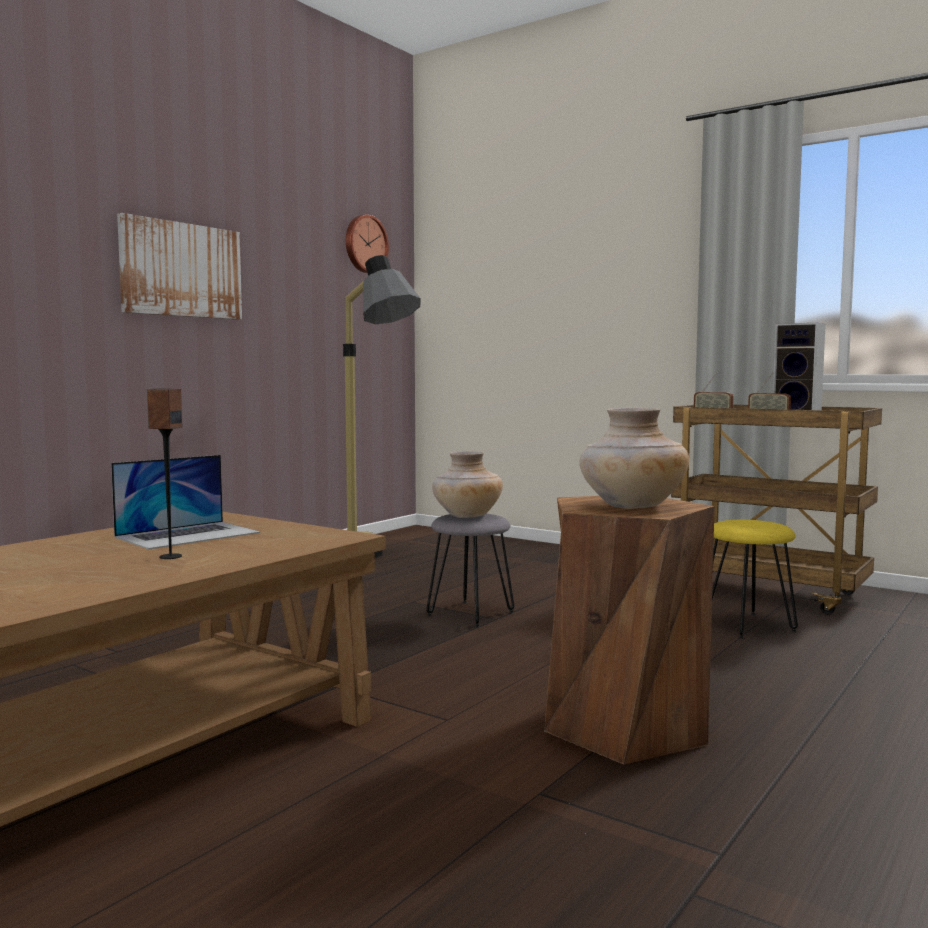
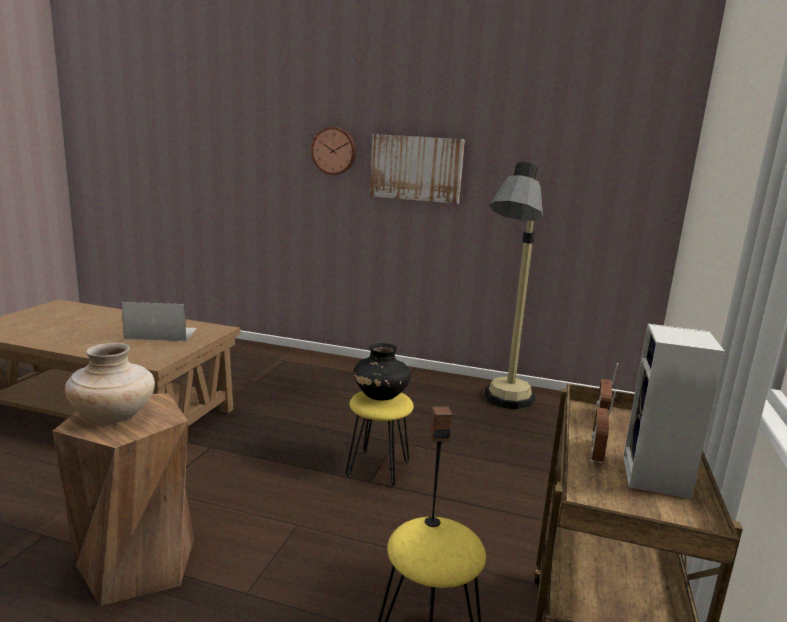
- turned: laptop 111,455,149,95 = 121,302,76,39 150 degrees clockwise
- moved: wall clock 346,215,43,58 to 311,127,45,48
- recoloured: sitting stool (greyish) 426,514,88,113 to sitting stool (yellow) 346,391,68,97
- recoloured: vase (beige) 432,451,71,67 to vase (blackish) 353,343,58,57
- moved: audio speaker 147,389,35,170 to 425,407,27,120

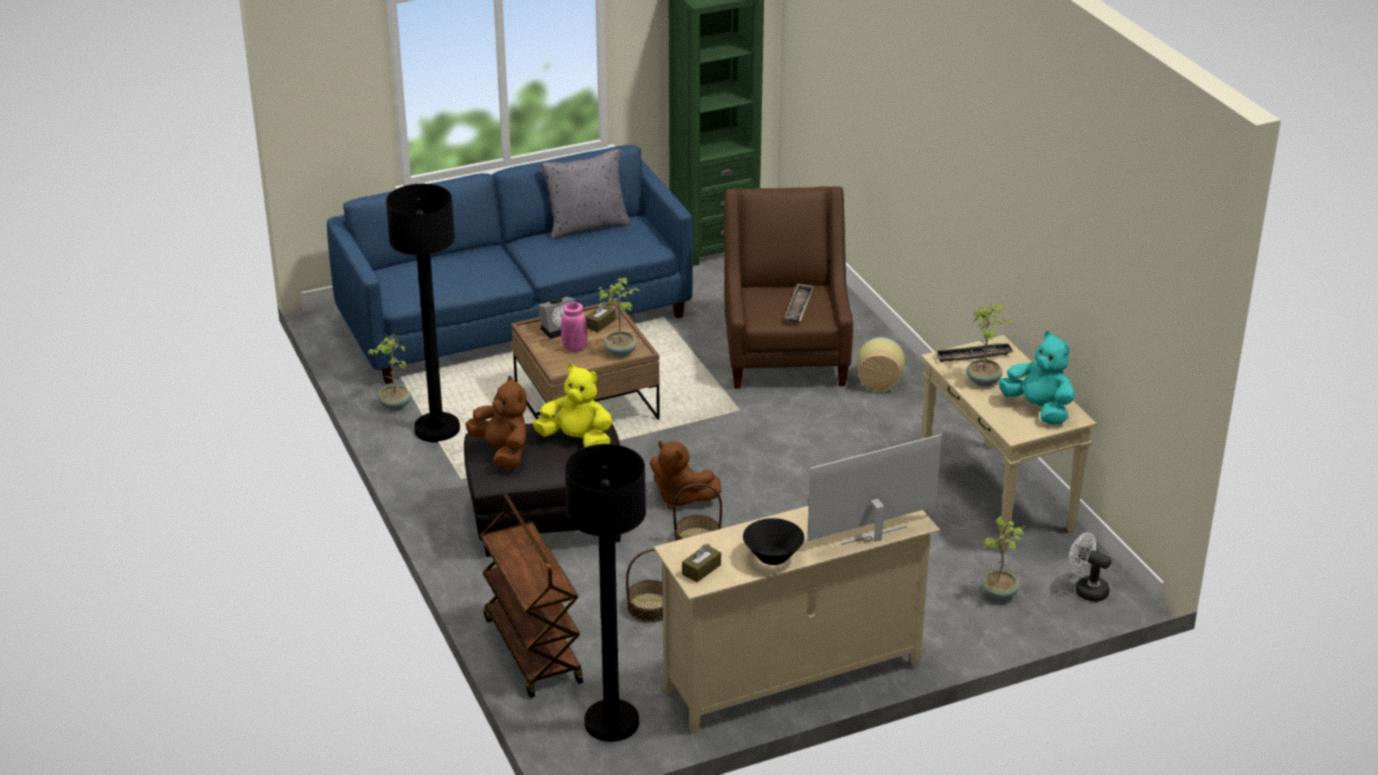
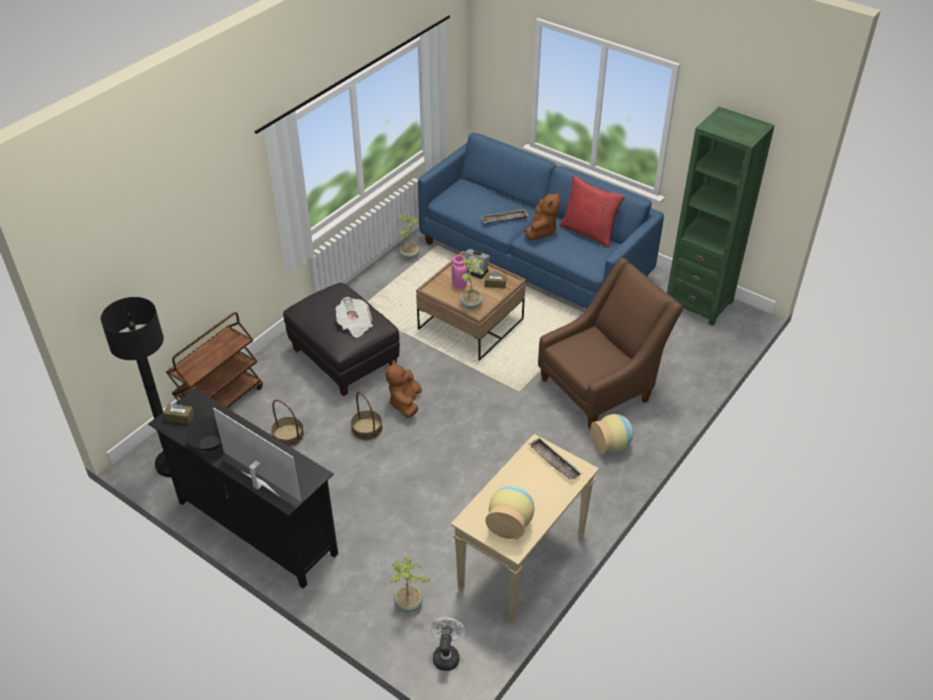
- recoloured: media console (beige) 653,506,287,228 to media console (blackish) 148,388,190,201
- replaced: cuddly toy (yellow) 533,364,79,83 to daily paper 336,297,37,41
- moved: serving tray 784,283,30,40 to 481,209,47,15
- replaced: cuddly toy (blue-green) 999,331,76,93 to vase 485,486,49,53
- moved: cuddly toy (brown-coloured) 465,376,62,93 to 525,192,35,48
- recoloured: pillow (greyish) 541,149,90,90 to pillow (reddish) 559,175,66,73
- removed: floor lamp (blackish) 386,184,74,258
- removed: plant in a pot 967,304,47,83

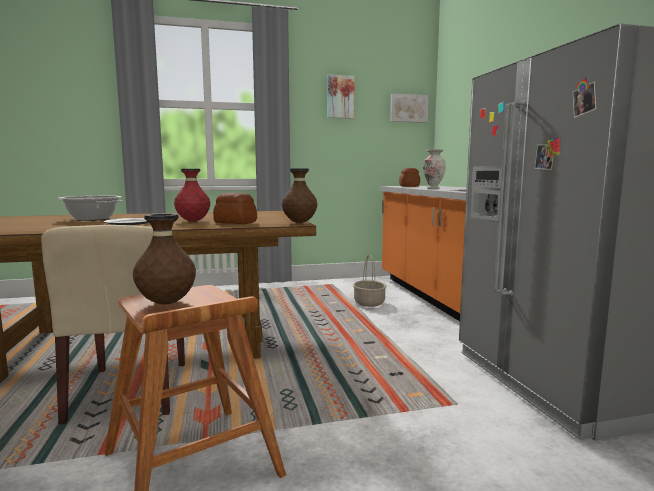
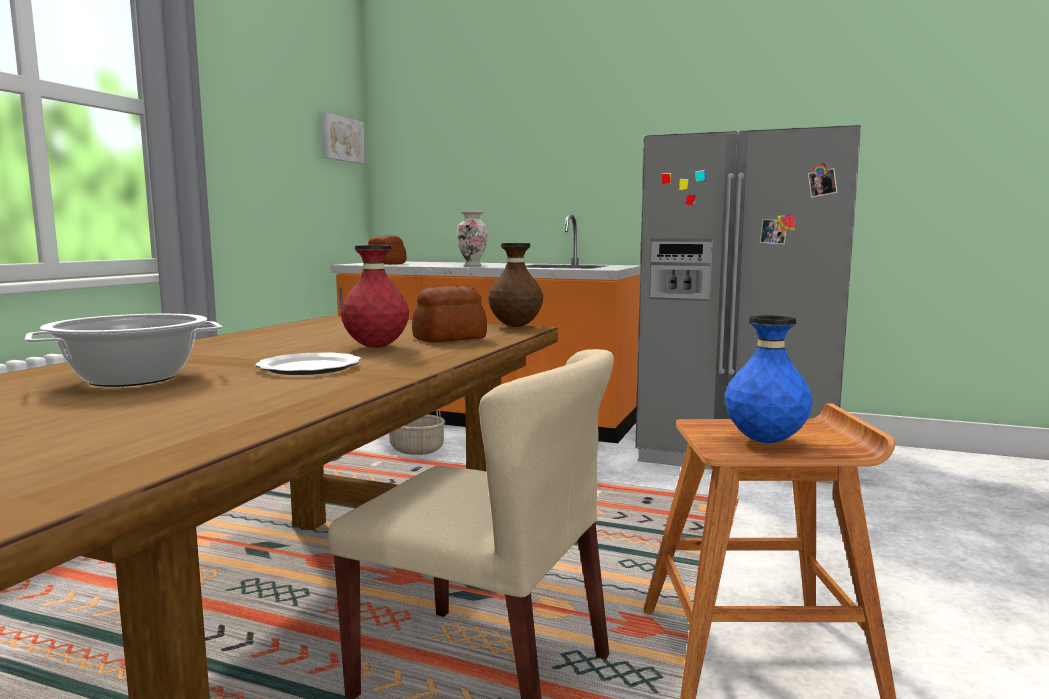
- recoloured: vase (brown-coloured) 133,213,63,91 to vase (blue) 725,315,88,128
- removed: wall picture 327,74,28,45

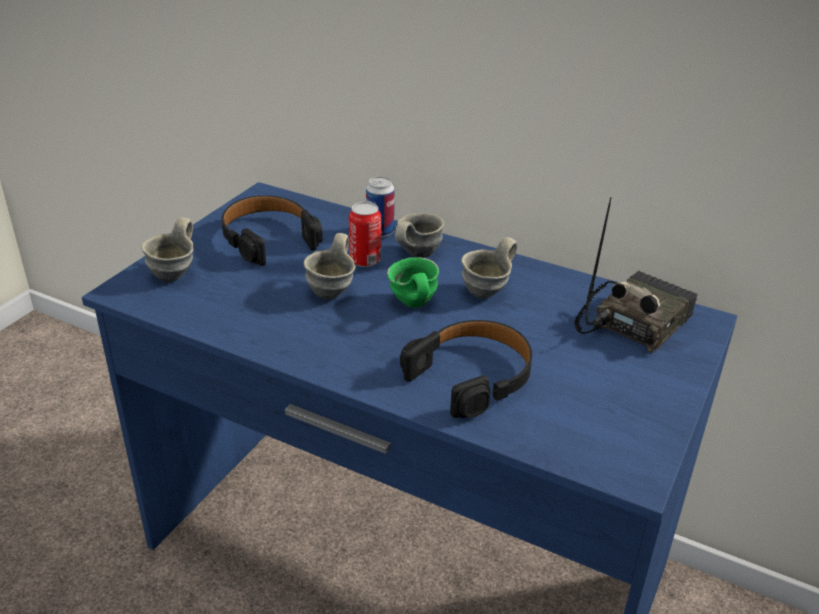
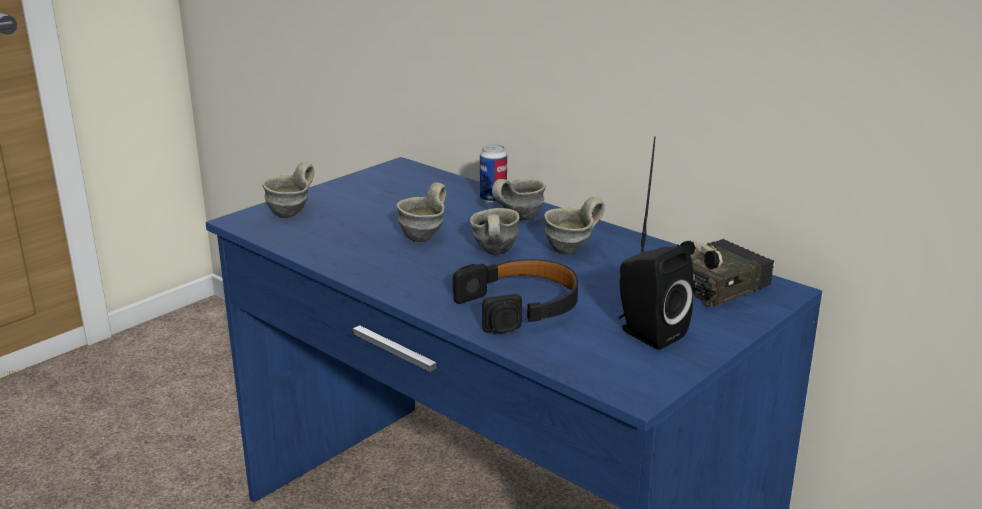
- recoloured: coffee mug (green) 387,257,52,51 to coffee mug (greyish) 470,208,50,47
- added: audio speaker (blackish) 618,246,75,104
- removed: headset (blackish) 221,195,102,71
- removed: sealed can 349,202,32,65

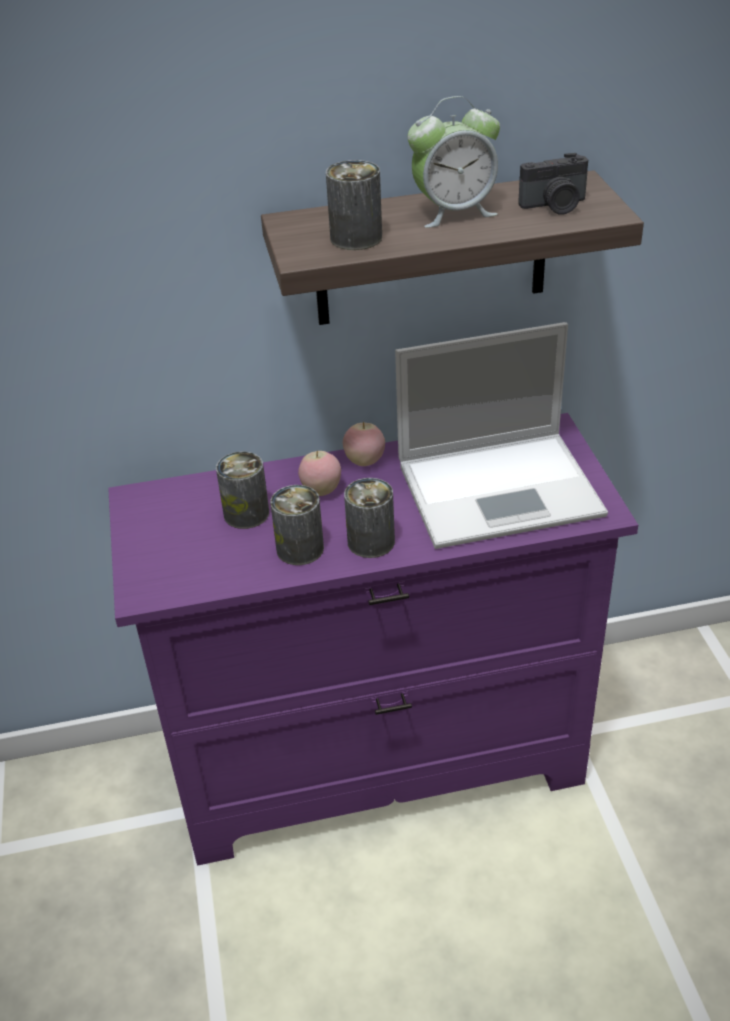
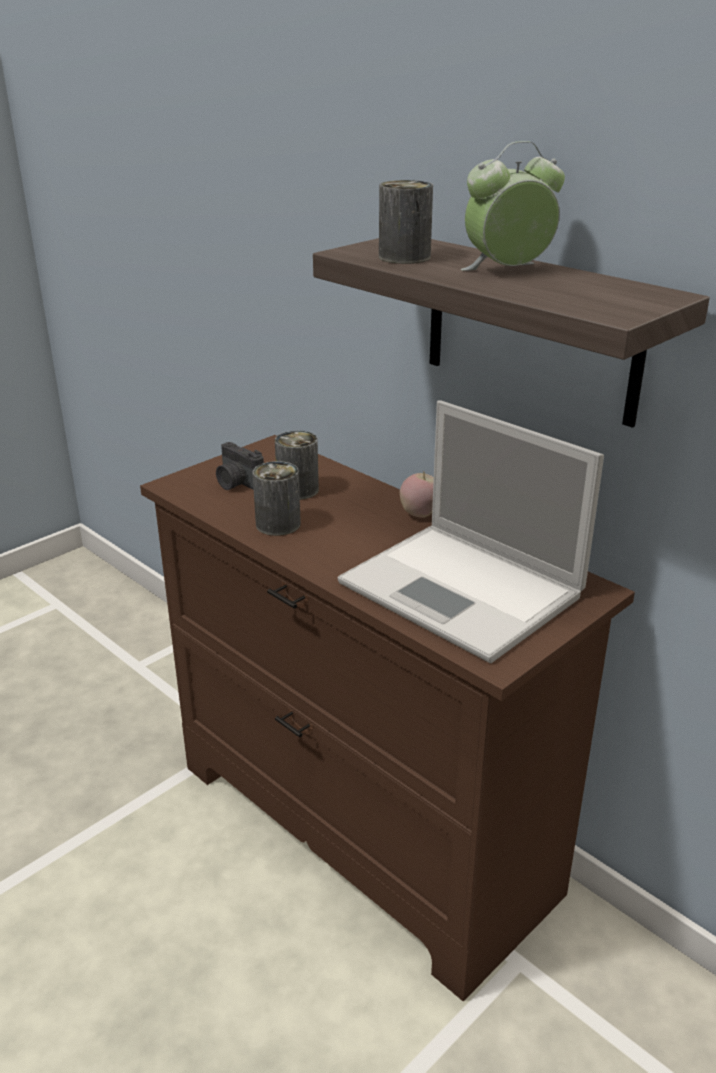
- recoloured: chest of drawers (purple) 108,413,530,453 to chest of drawers (brown-coloured) 140,435,495,567
- moved: photo camera 518,153,70,61 to 216,442,48,48
- turned: table clock 408,96,92,132 = 461,141,104,130 120 degrees clockwise
- removed: apple fruit 298,450,43,46
- removed: sealed can 344,478,51,80

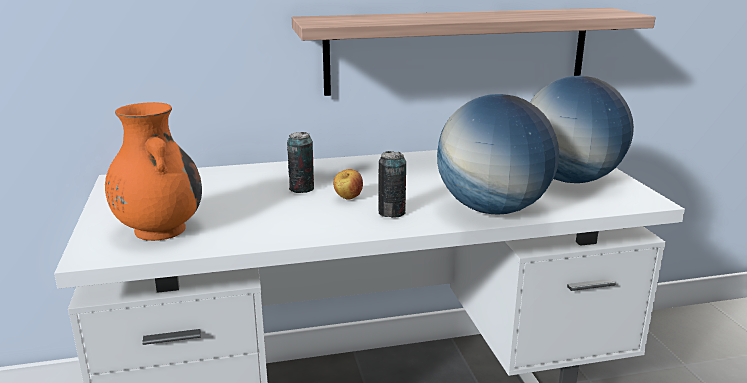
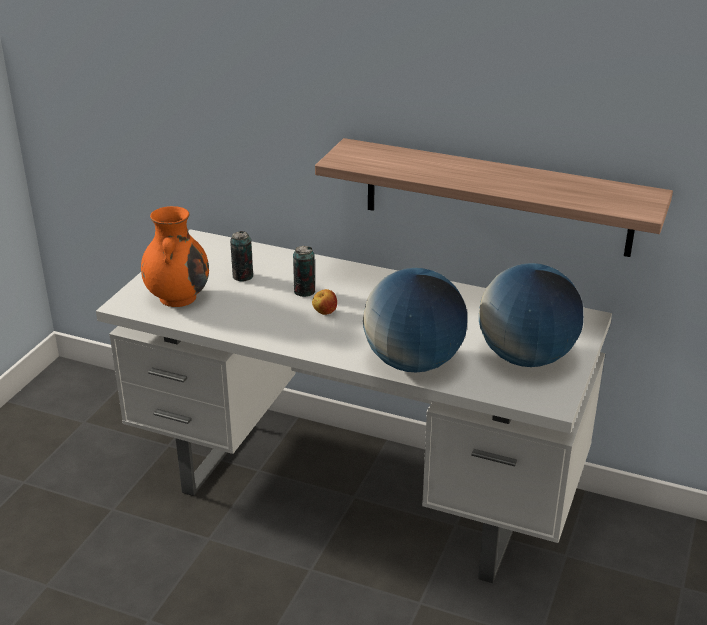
- moved: sealed can 378,151,28,67 to 230,231,23,51

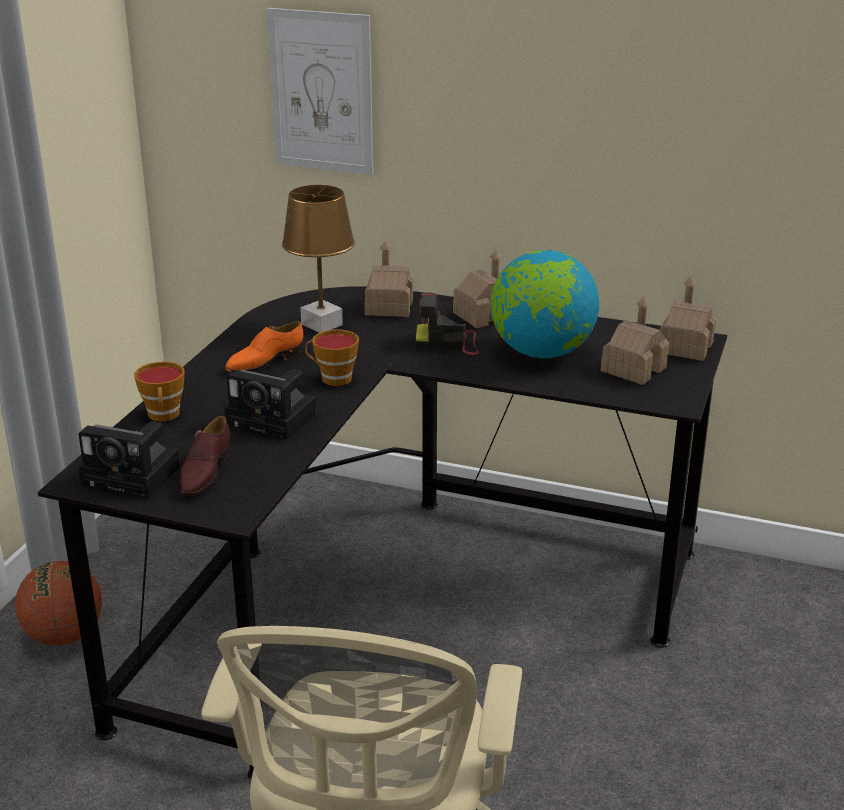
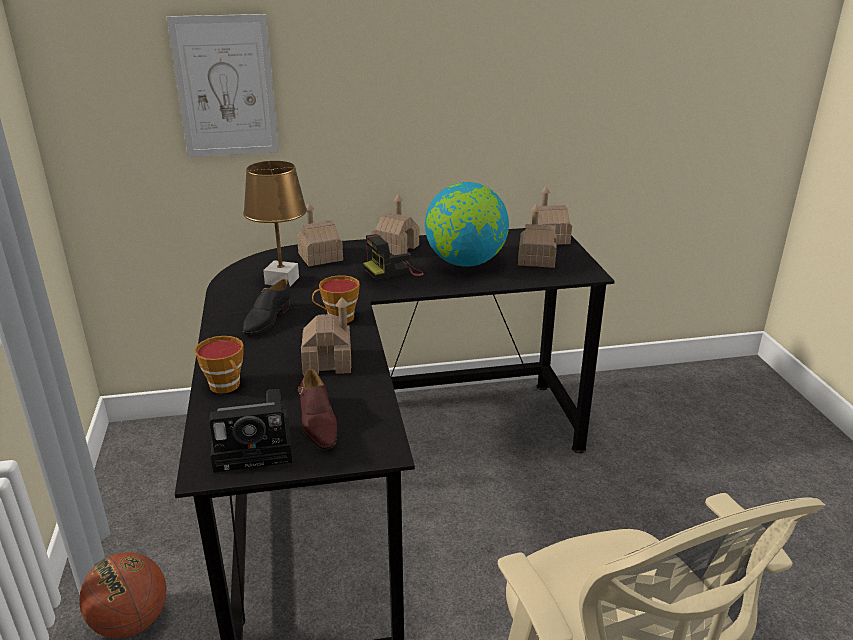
- recoloured: shoe (orange) 225,321,78,51 to shoe (blackish) 243,279,48,56
- replaced: photo camera 225,370,92,70 to model house 301,297,50,78

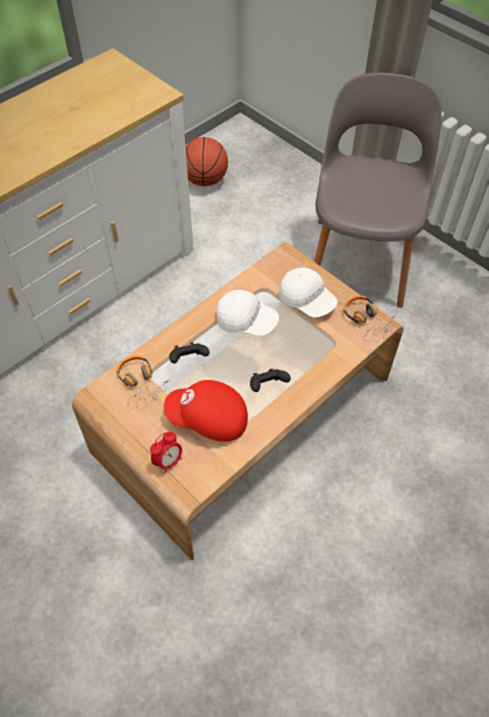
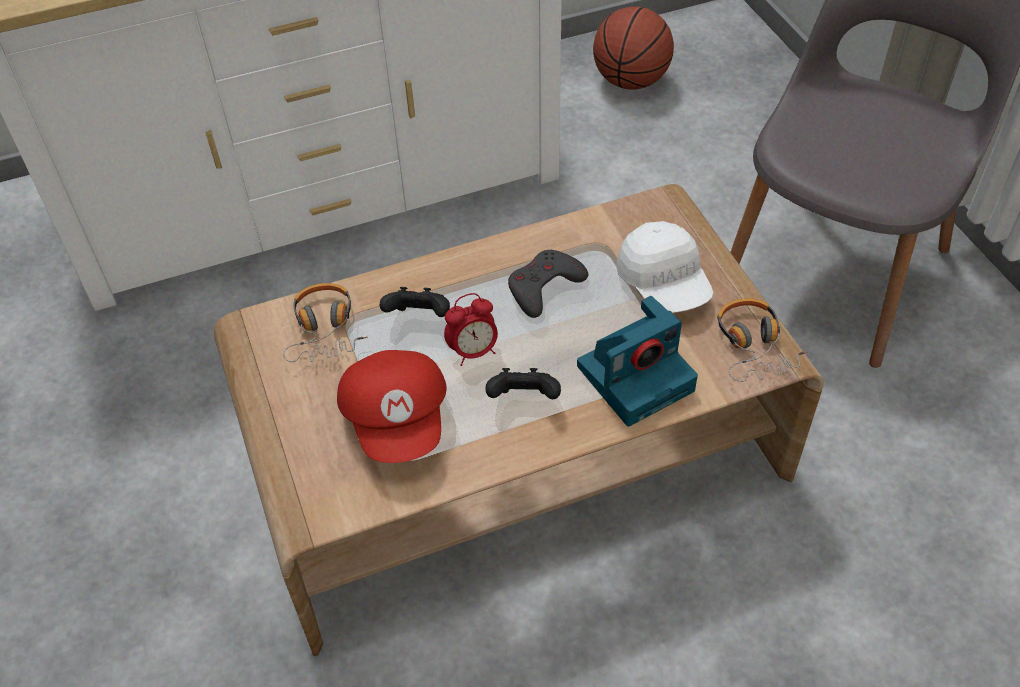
- turned: baseball cap (reddish) 164,380,84,62 = 337,350,110,113 135 degrees counterclockwise
- moved: table clock 150,432,32,42 to 444,293,54,73
- replaced: baseball cap (whitish) 216,290,63,46 to game controller (greyish) 508,250,80,68
- added: photo camera 577,296,121,131

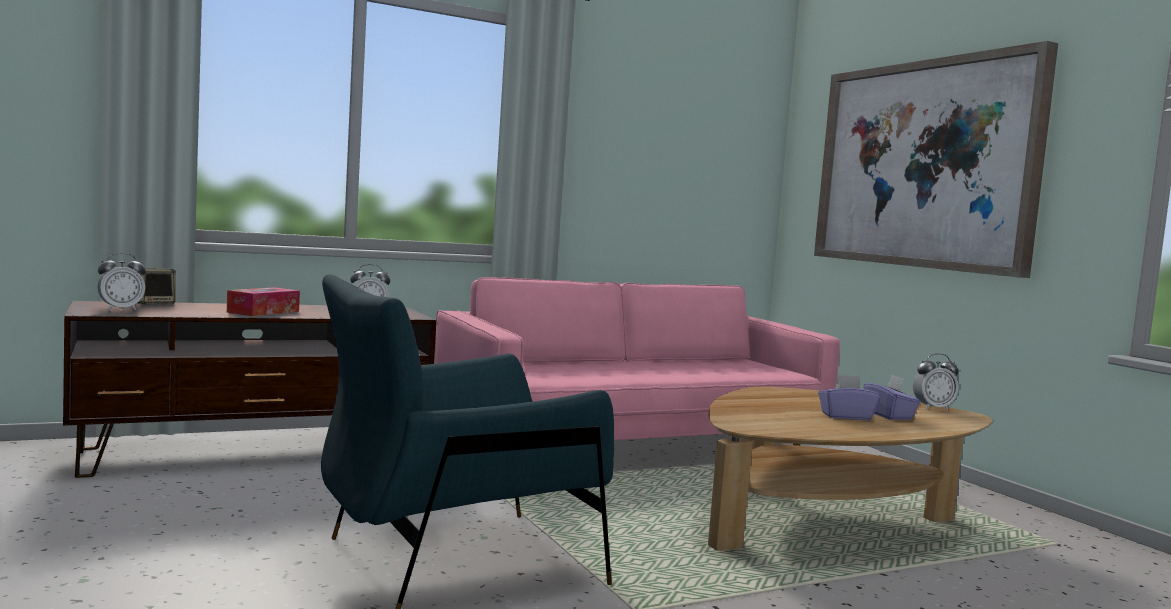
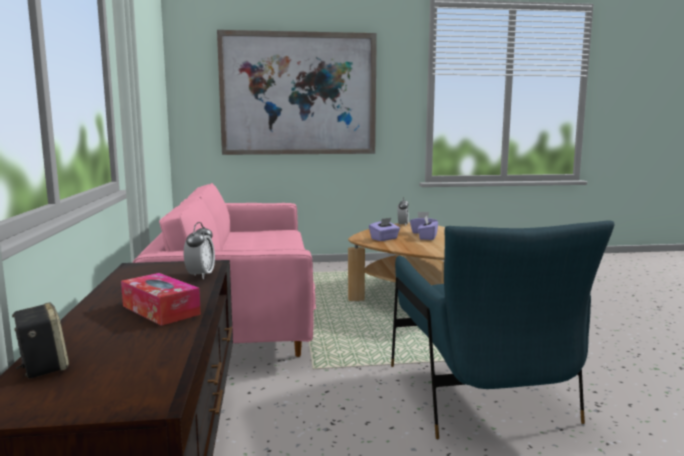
- added: box of tissues (purple) 369,218,31,23
- removed: table clock 97,253,49,58

